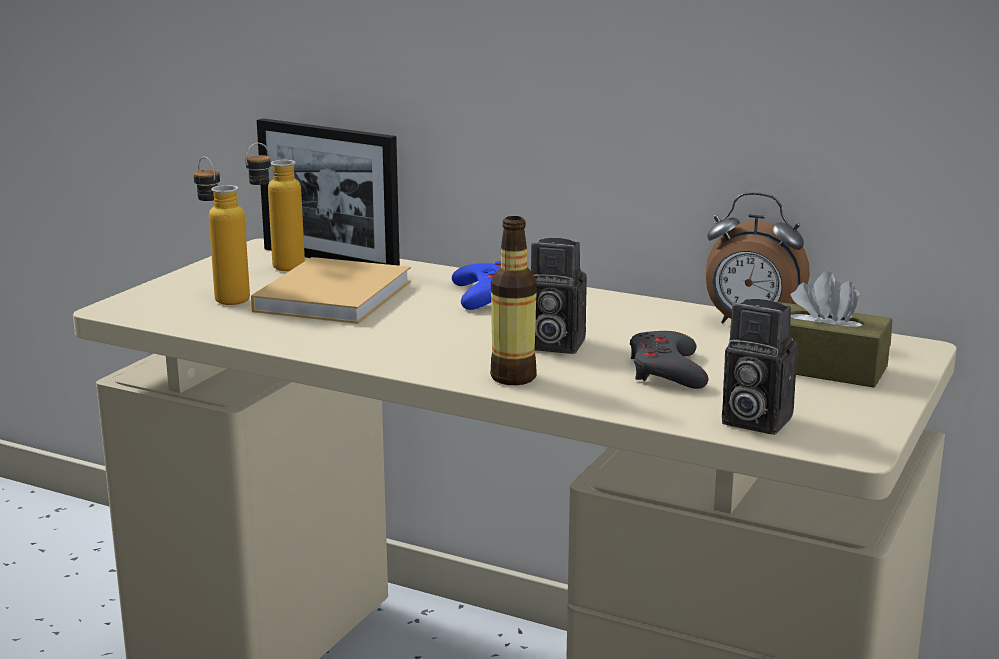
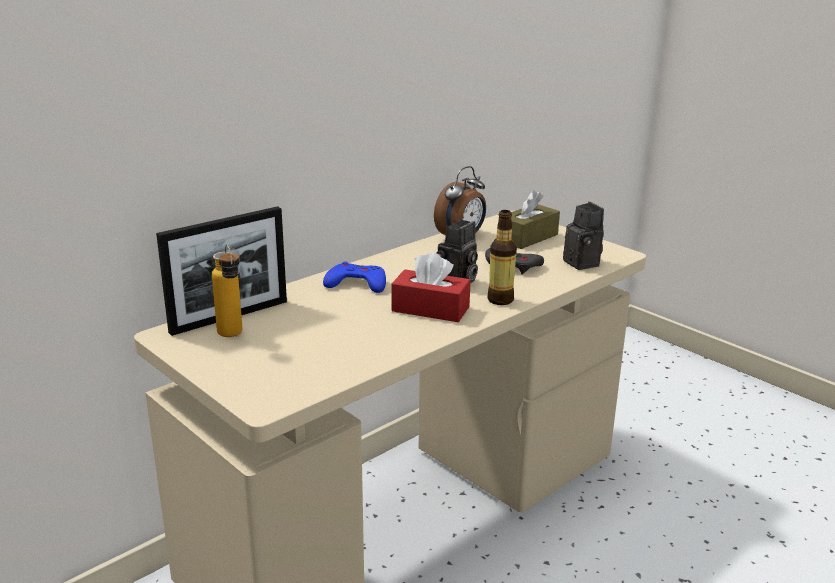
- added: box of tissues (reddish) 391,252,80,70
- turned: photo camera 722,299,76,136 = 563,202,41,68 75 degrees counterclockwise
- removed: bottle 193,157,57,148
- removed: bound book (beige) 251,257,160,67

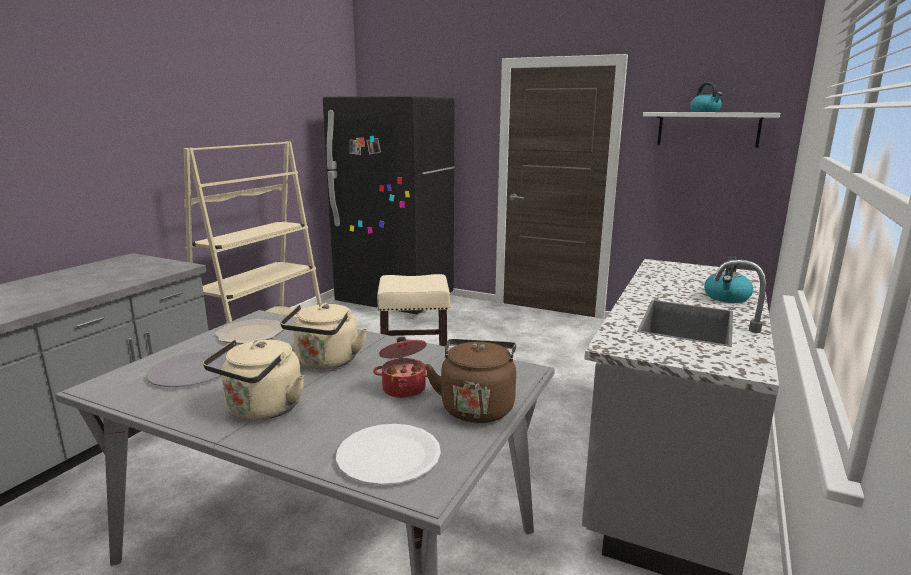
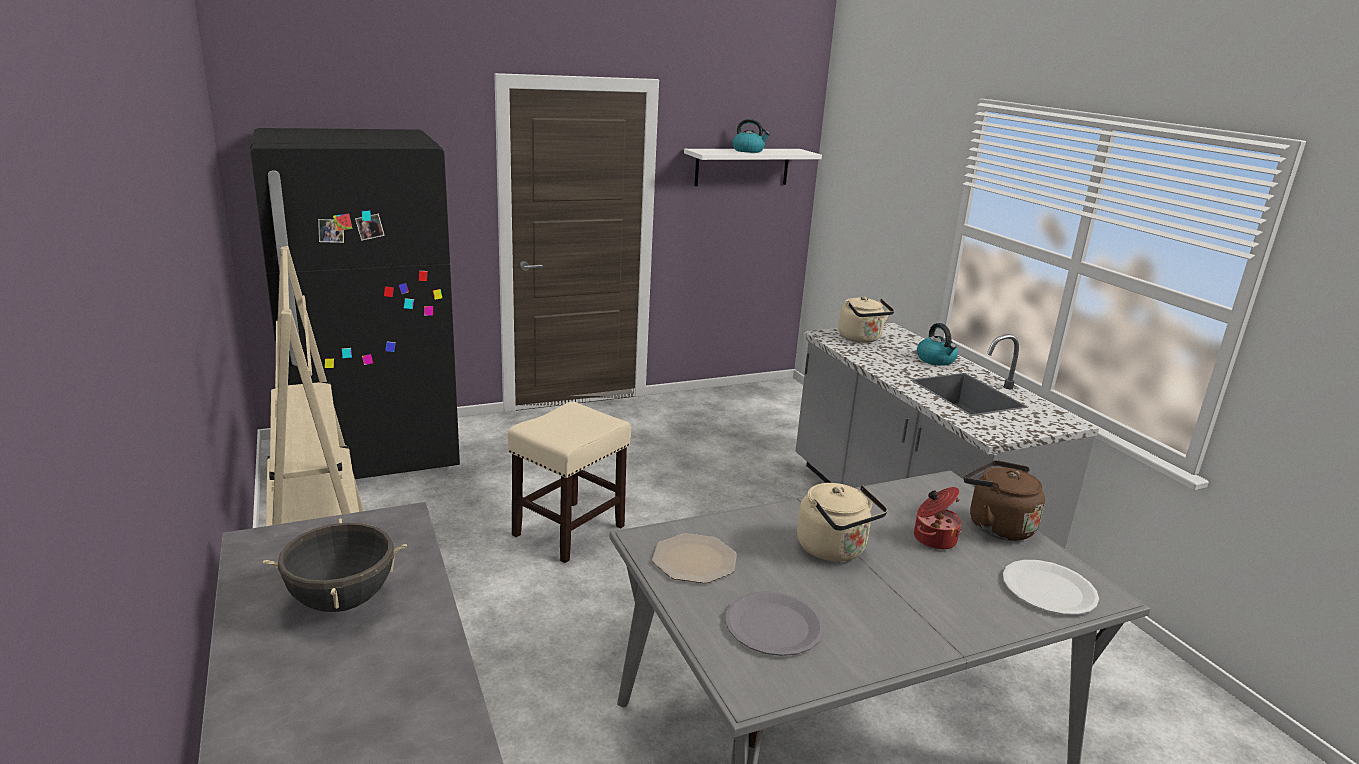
- added: cooking pot (blackish) 263,518,144,94
- moved: kettle (beige) 203,340,101,81 to 838,296,56,47

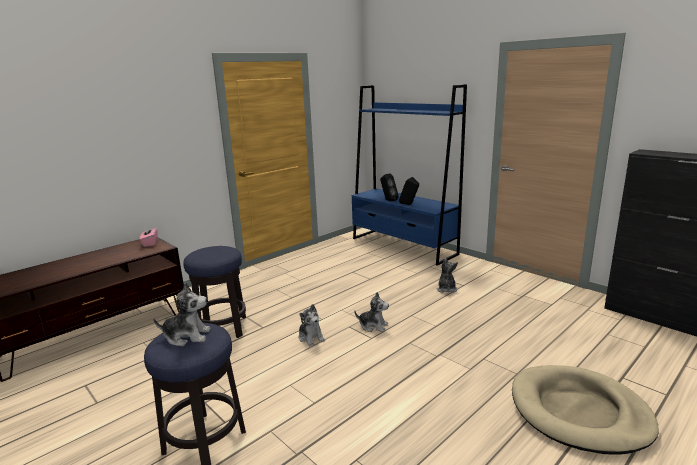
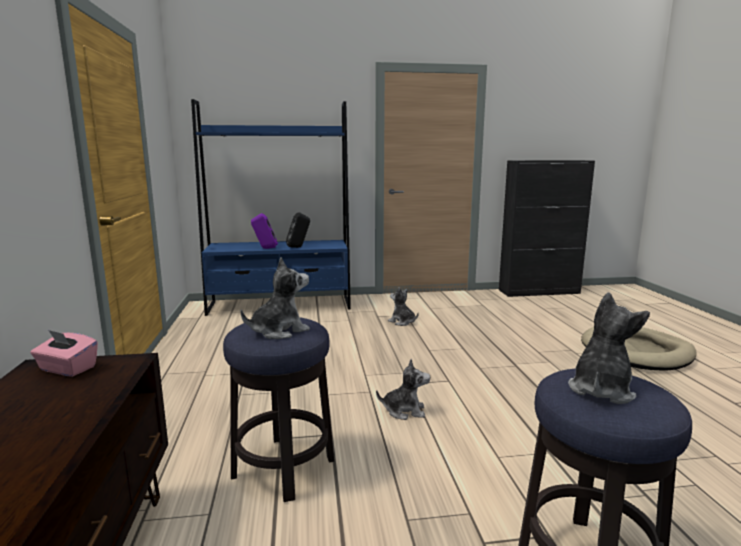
- moved: cuddly toy 354,292,35,40 to 241,258,69,81
- recoloured: audio speaker (blackish) 380,174,19,27 to audio speaker (purple) 251,213,27,36

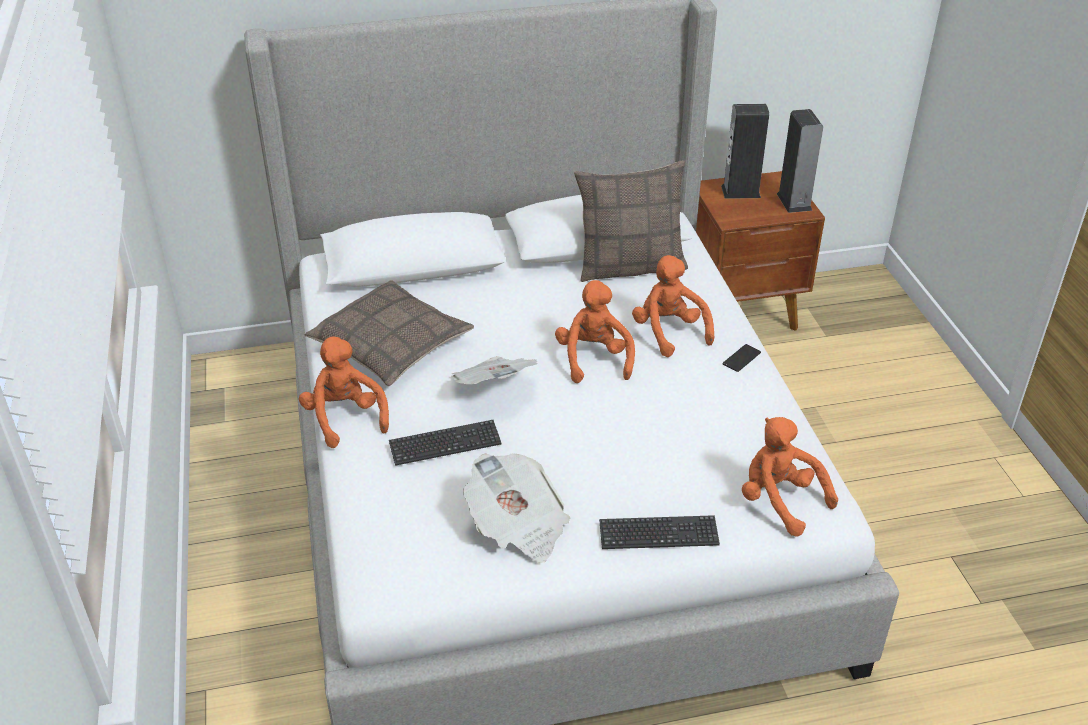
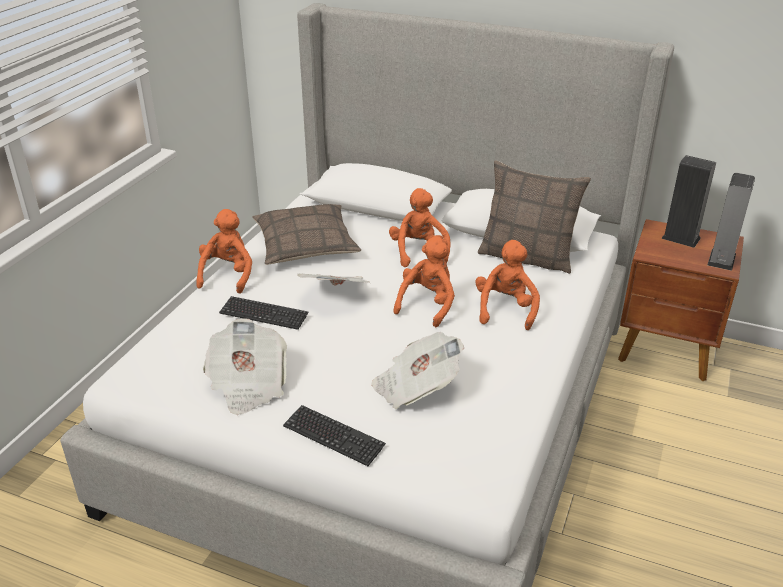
- added: daily paper 371,332,93,77
- moved: cuddly toy (orange) 742,417,96,120 to 389,188,62,79
- removed: telephone 723,344,38,28

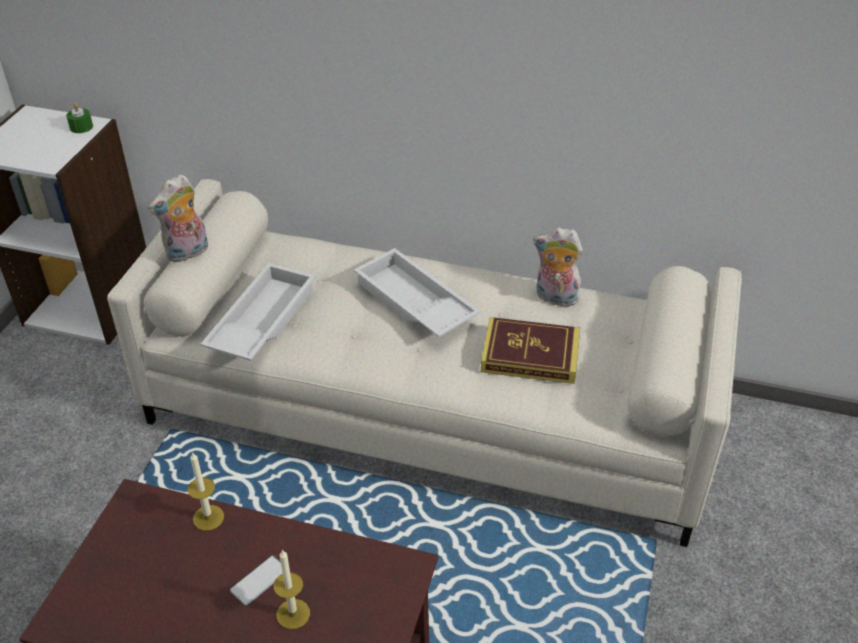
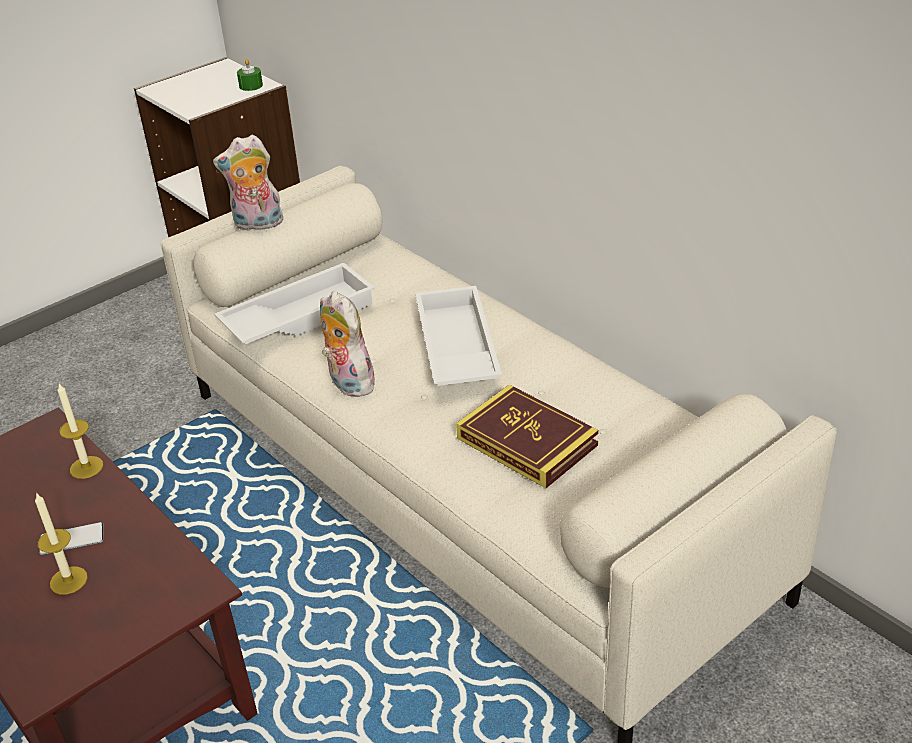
- moved: cuddly toy 533,227,50,80 to 320,291,55,106

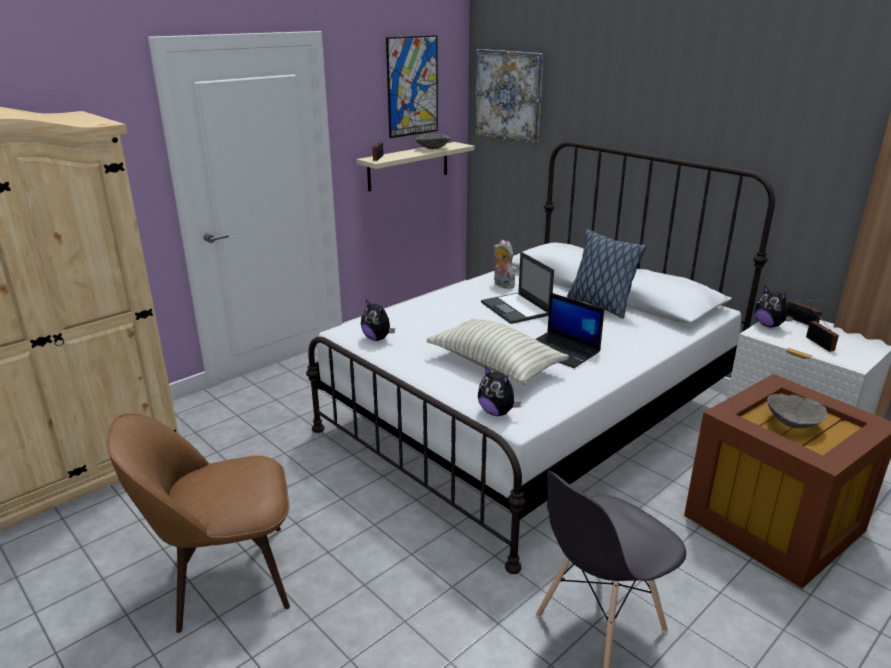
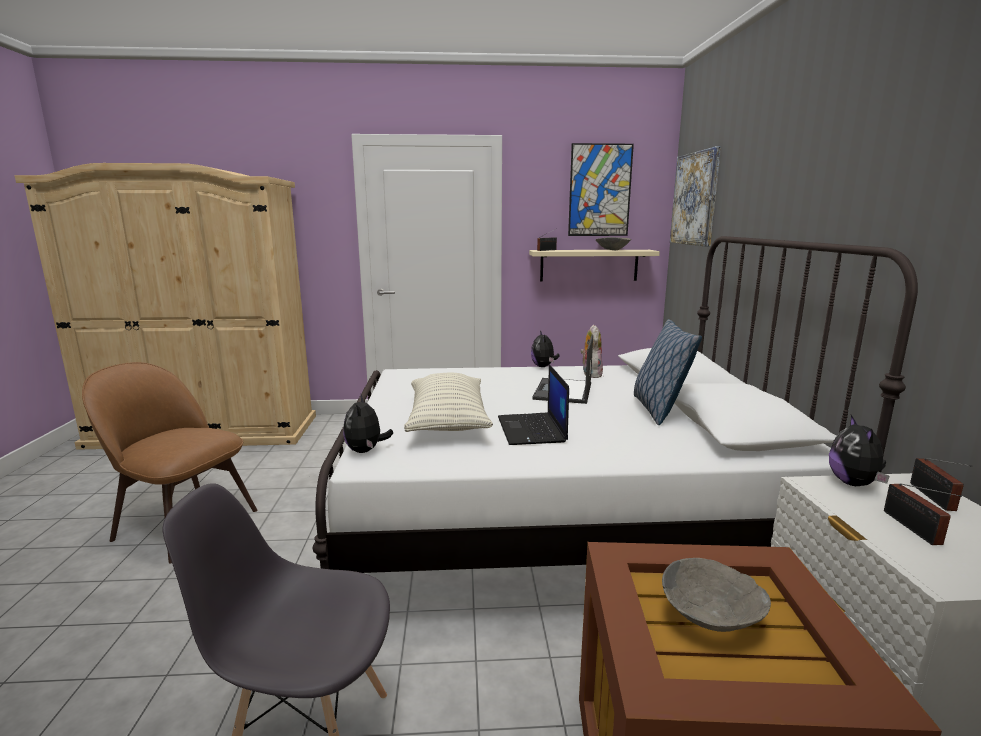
- moved: cuddly toy 361,300,34,41 to 531,331,28,36
- turned: radio set 806,307,33,45 = 884,483,78,62 150 degrees clockwise

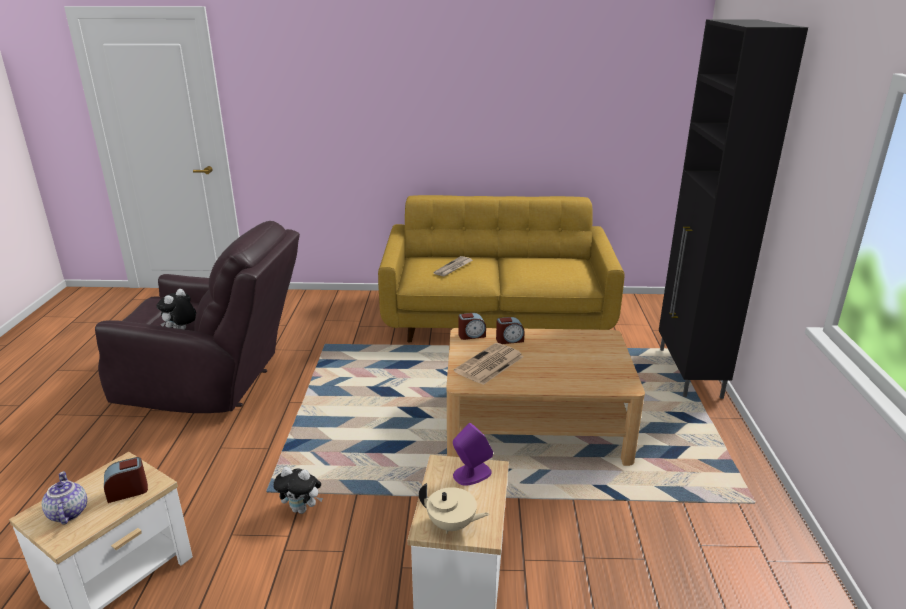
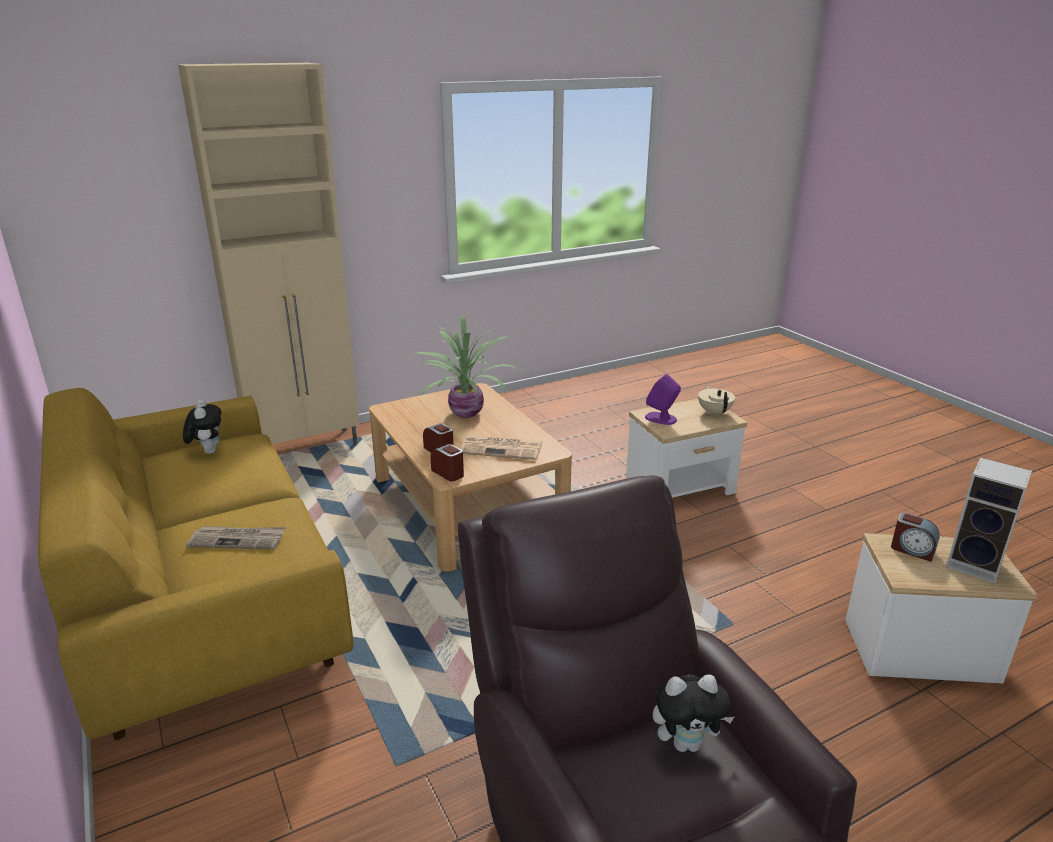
- recoloured: cabinet (blackish) 659,19,149,380 to cabinet (beige) 178,63,182,382
- moved: cuddly toy 273,467,50,47 to 183,399,38,55
- added: plant in a pot 413,316,104,102
- replaced: teapot 42,471,45,54 to audio speaker 946,458,86,125

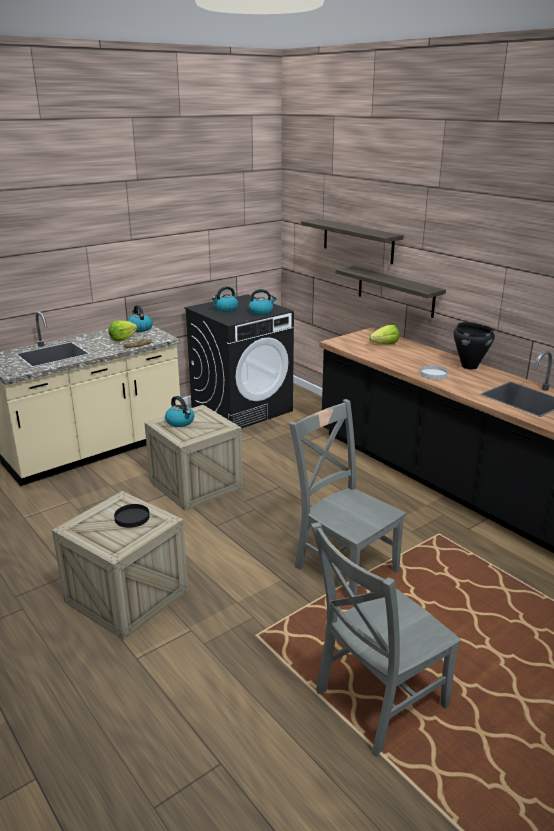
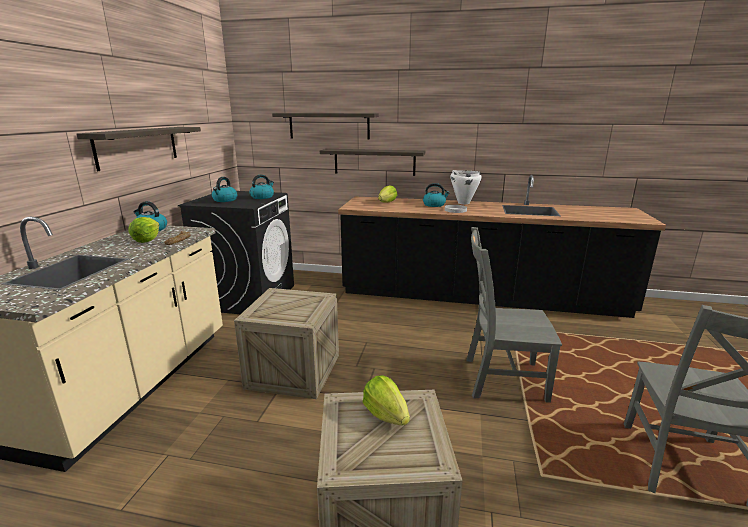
- added: shelf 76,127,125,44
- replaced: flat dish (blackish) 114,504,36,24 to lettuce 363,375,47,50
- moved: kettle 165,396,29,31 to 423,183,27,24
- recoloured: cooking pot (blackish) 454,322,41,47 to cooking pot (whitish) 450,170,32,34

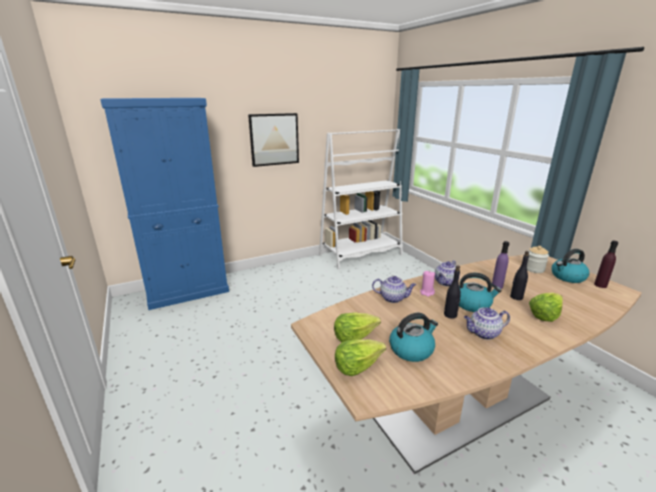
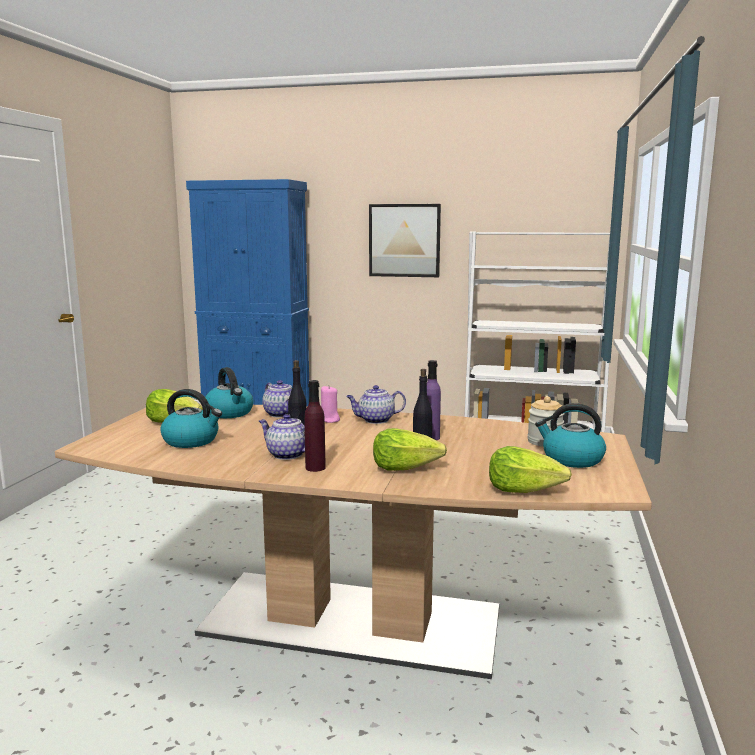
- moved: kettle 459,273,43,39 to 205,367,48,51
- moved: bottle (purple) 594,241,24,47 to 304,380,22,92
- moved: lettuce 335,339,51,37 to 489,446,83,47

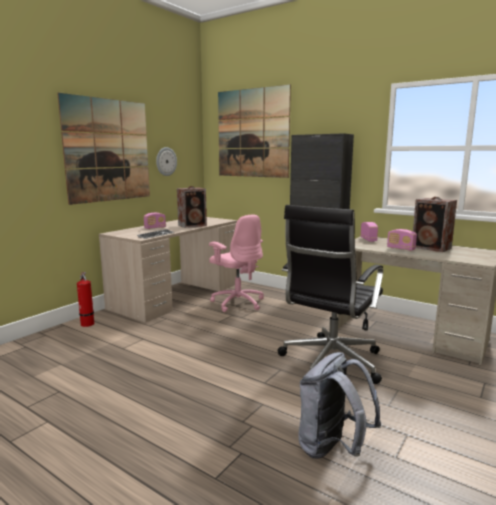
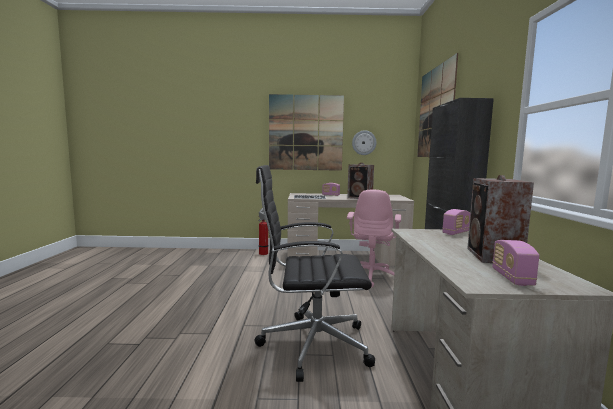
- moved: radio set 387,229,30,22 to 492,240,47,46
- removed: backpack (greyish) 298,352,83,107

